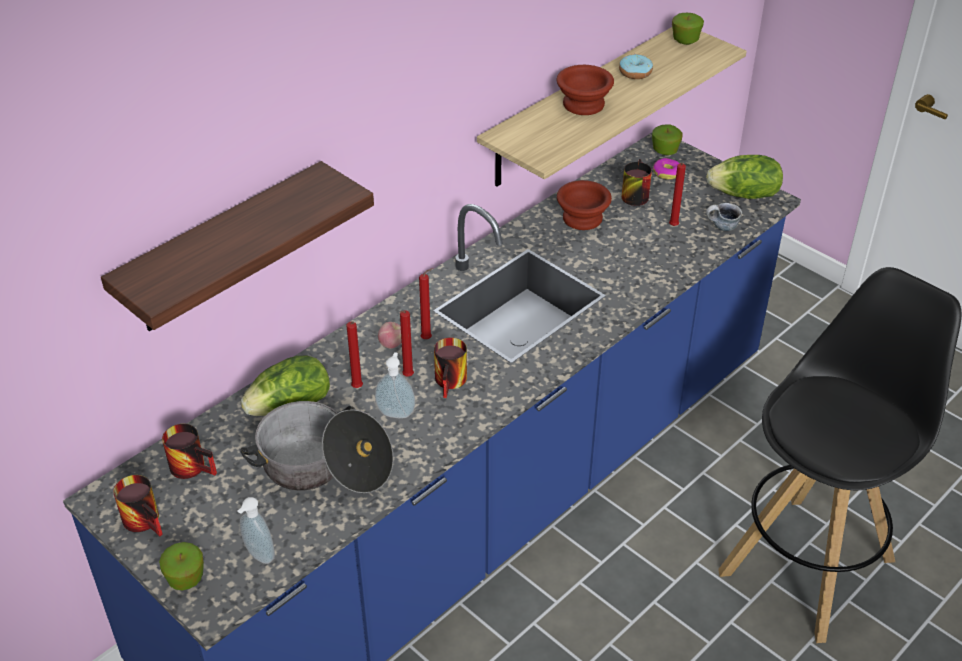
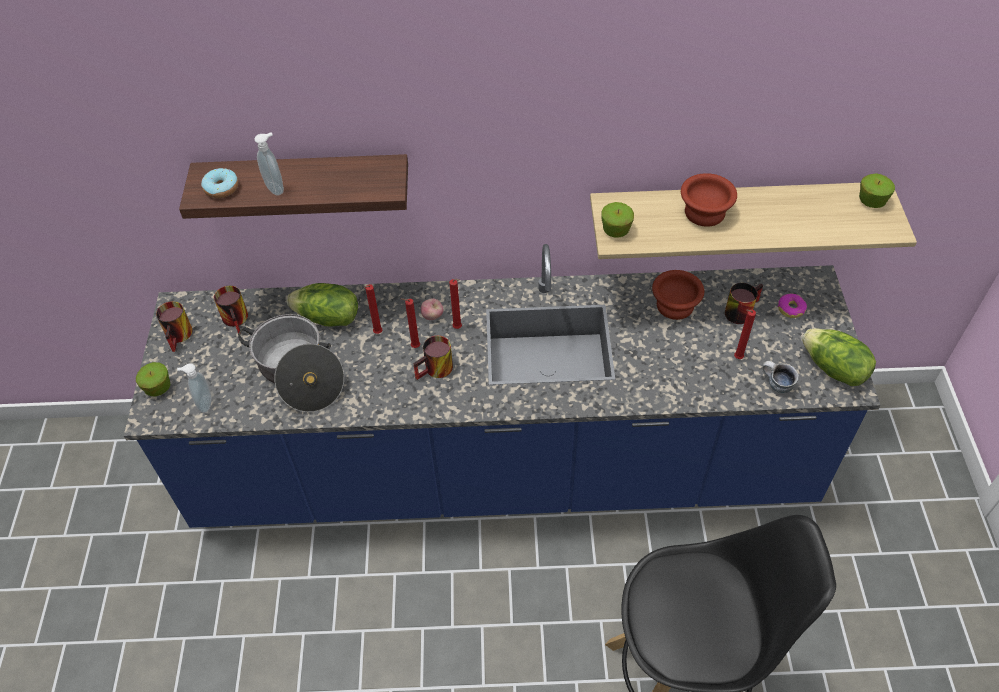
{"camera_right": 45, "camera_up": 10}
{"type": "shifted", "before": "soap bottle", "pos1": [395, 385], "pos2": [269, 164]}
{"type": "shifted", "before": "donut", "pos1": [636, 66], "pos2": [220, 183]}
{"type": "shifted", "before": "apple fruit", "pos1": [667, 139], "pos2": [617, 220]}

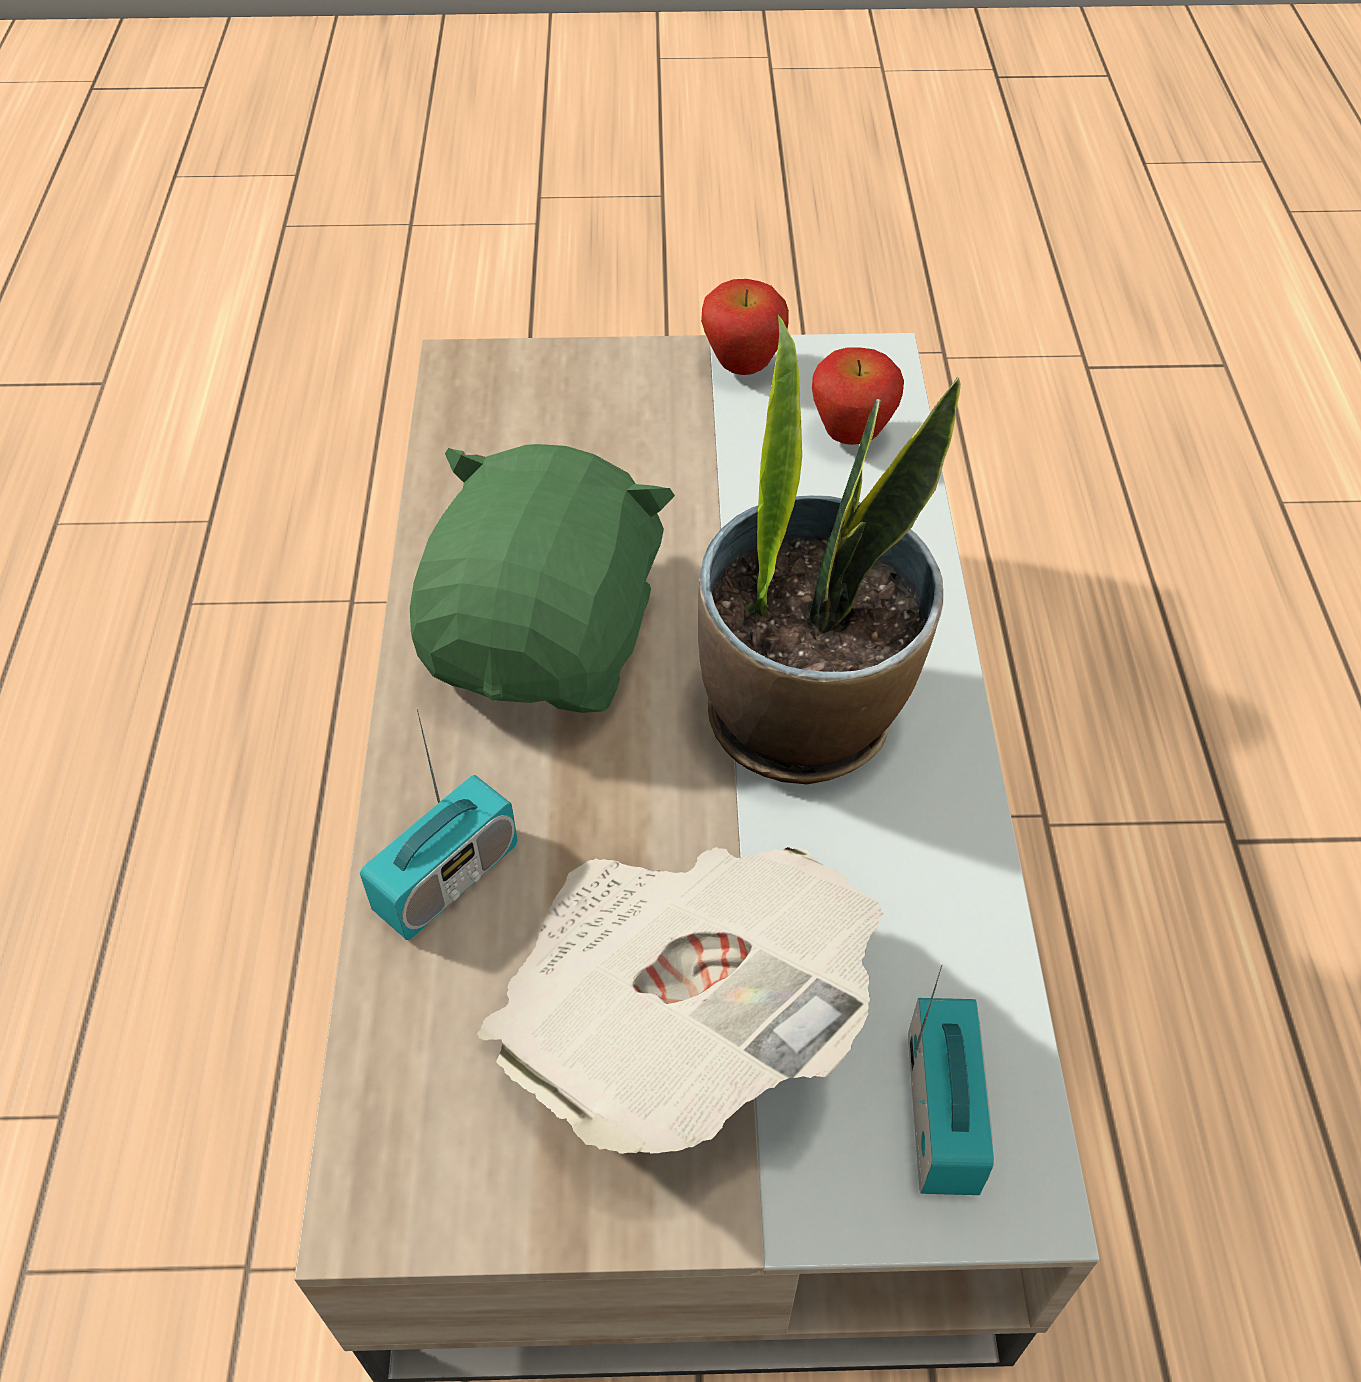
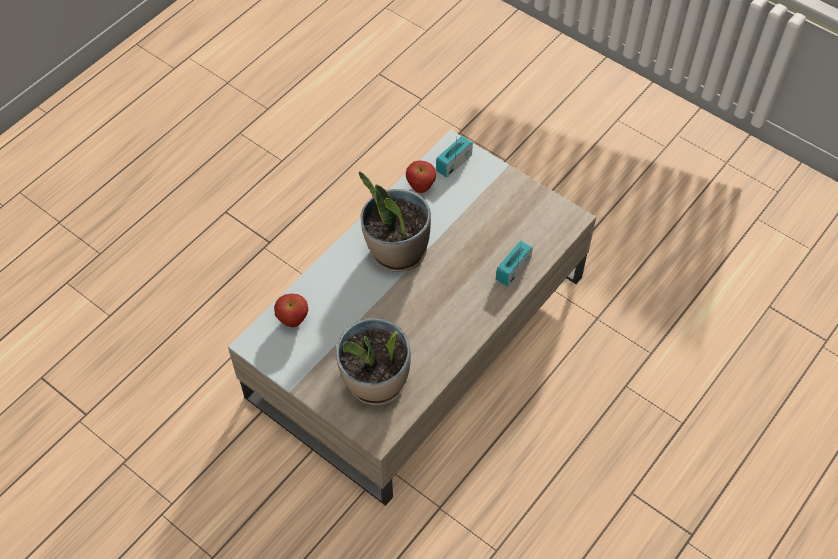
{"camera_right": -140, "camera_up": 5}
{"type": "rotated", "before": "radio", "pos1": [439, 824], "pos2": [514, 263], "turn": -45}
{"type": "gone", "before": "soft toy (green-coloured)", "pos1": [542, 578]}
{"type": "gone", "before": "newspaper", "pos1": [680, 1000]}
{"type": "shifted", "before": "apple fruit", "pos1": [745, 327], "pos2": [421, 176]}
{"type": "new", "after": "plant in a pot", "pos2": [373, 361]}

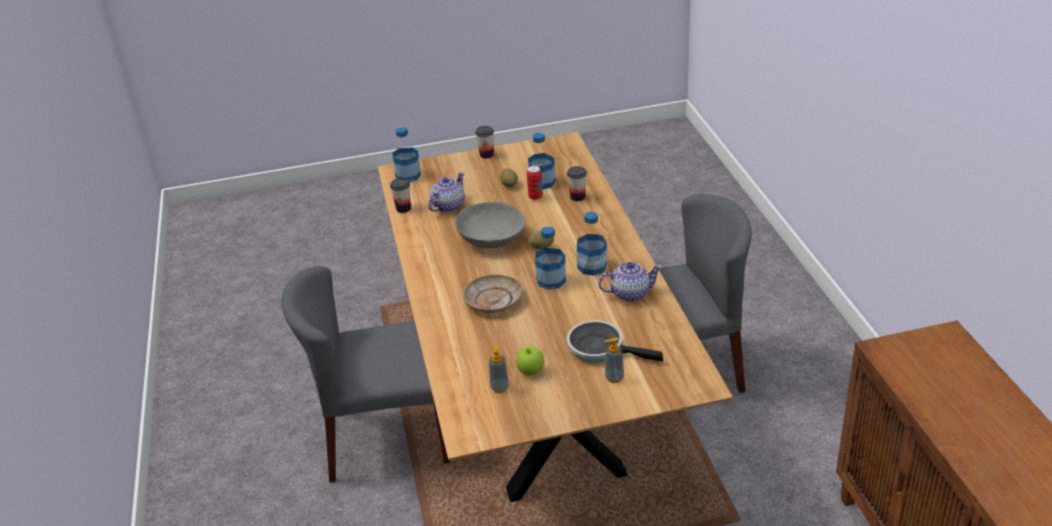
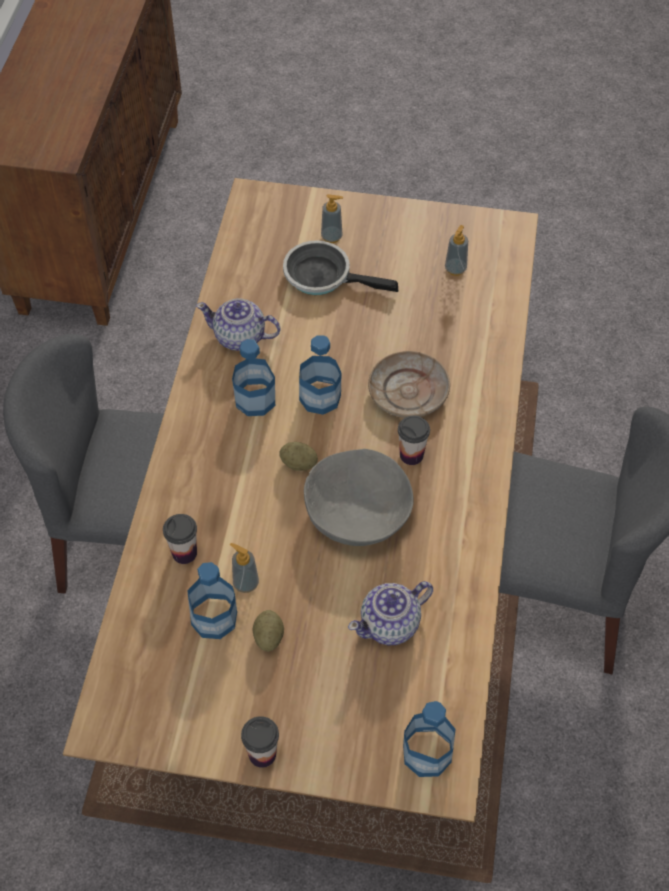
{"camera_right": -160, "camera_up": 20}
{"type": "shifted", "before": "cup", "pos1": [400, 195], "pos2": [414, 440]}
{"type": "gone", "before": "apple fruit", "pos1": [530, 361]}
{"type": "swapped", "before": "metal can", "after": "soap bottle", "pos1": [535, 183], "pos2": [244, 568]}
{"type": "rotated", "before": "frying pan", "pos1": [615, 341], "pos2": [340, 267], "turn": 150}

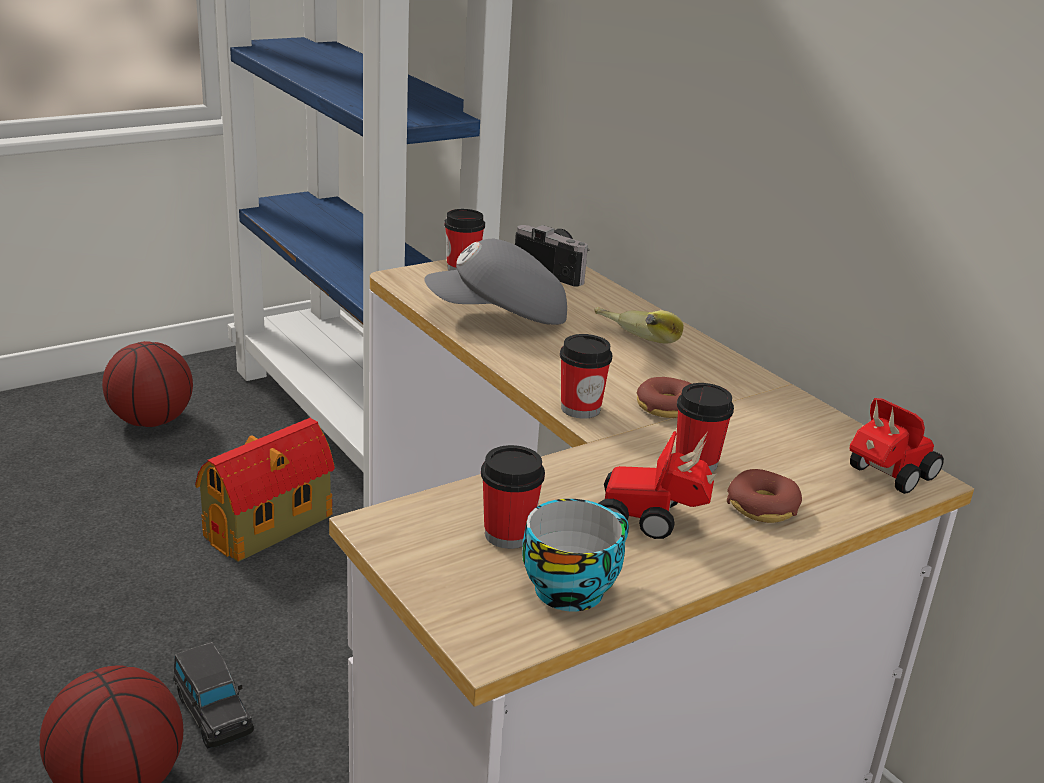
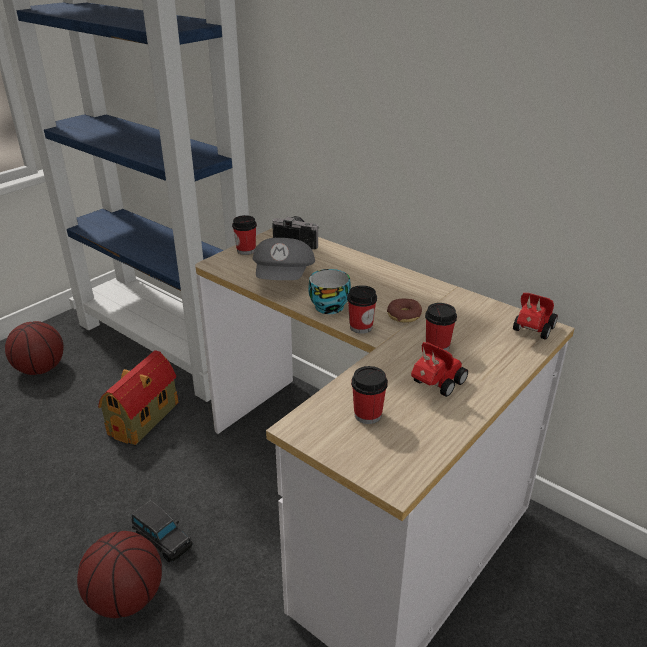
{"camera_right": -15, "camera_up": 5}
{"type": "rotated", "before": "peaked cap (gray)", "pos1": [496, 282], "pos2": [284, 259], "turn": -60}
{"type": "shifted", "before": "cup", "pos1": [575, 555], "pos2": [329, 291]}
{"type": "gone", "before": "whole banana", "pos1": [639, 325]}
{"type": "rotated", "before": "miniature car", "pos1": [658, 485], "pos2": [439, 369], "turn": 135}
{"type": "gone", "before": "donut", "pos1": [764, 496]}

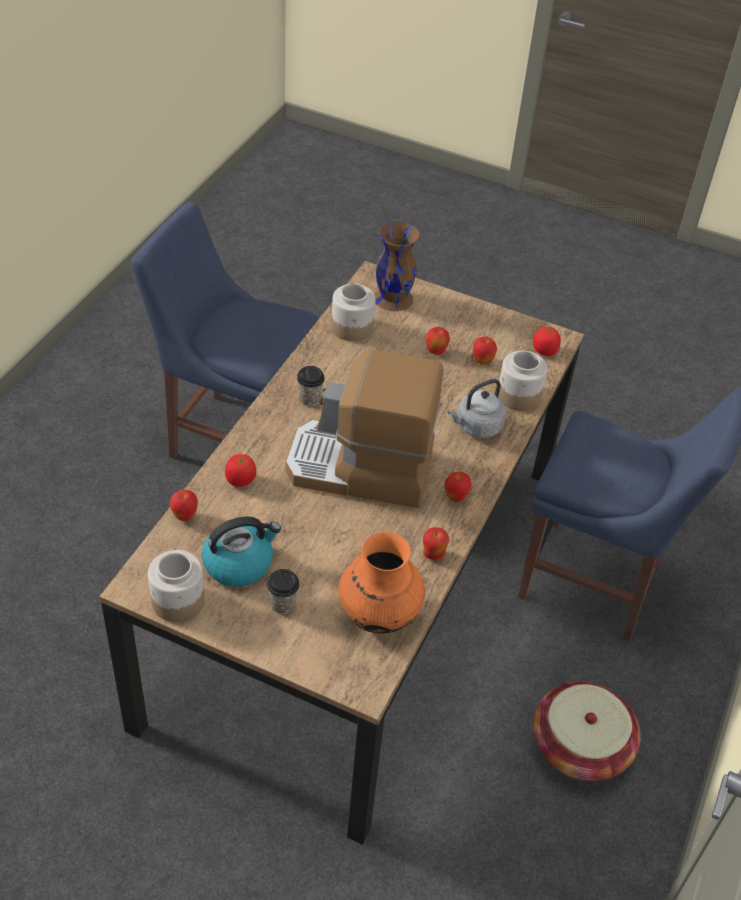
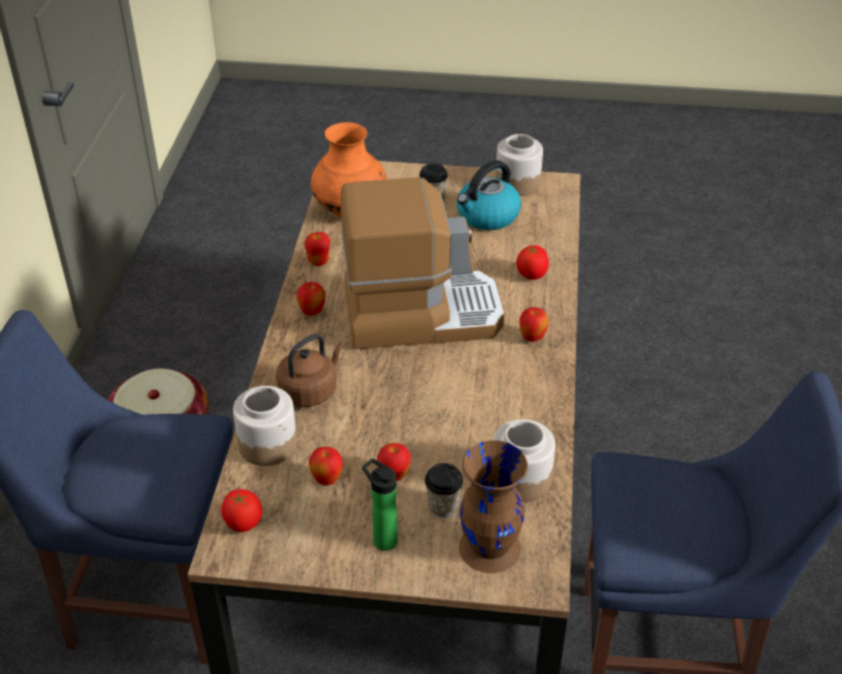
{"camera_right": 165, "camera_up": -5}
{"type": "shifted", "before": "apple fruit", "pos1": [184, 505], "pos2": [534, 324]}
{"type": "shifted", "before": "cup", "pos1": [311, 386], "pos2": [444, 490]}
{"type": "repainted", "before": "kettle (gray)", "after": "kettle (brown-coloured)", "pos1": [477, 408], "pos2": [310, 370]}
{"type": "new", "after": "bottle", "pos2": [380, 504]}

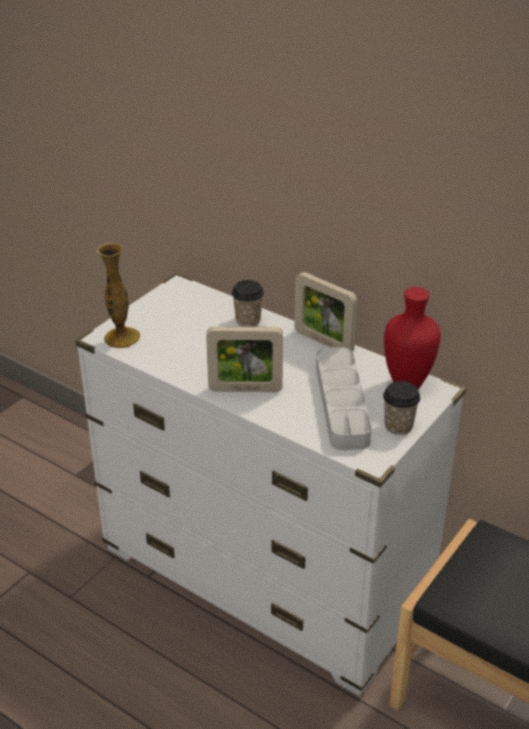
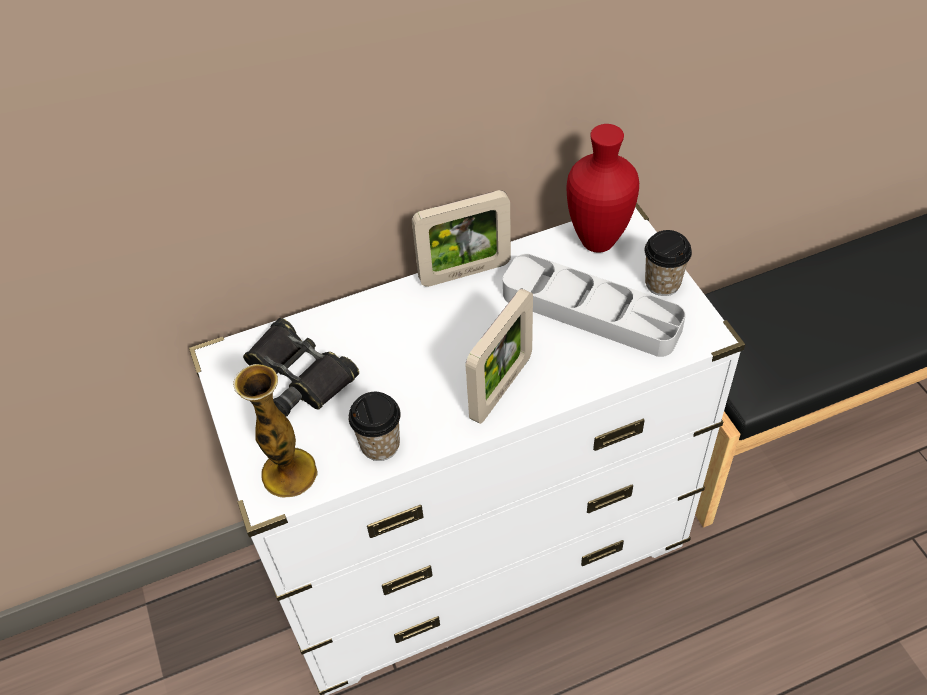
{"camera_right": -55, "camera_up": 15}
{"type": "shifted", "before": "cup", "pos1": [248, 303], "pos2": [374, 426]}
{"type": "new", "after": "pair of binoculars (blackish)", "pos2": [301, 367]}

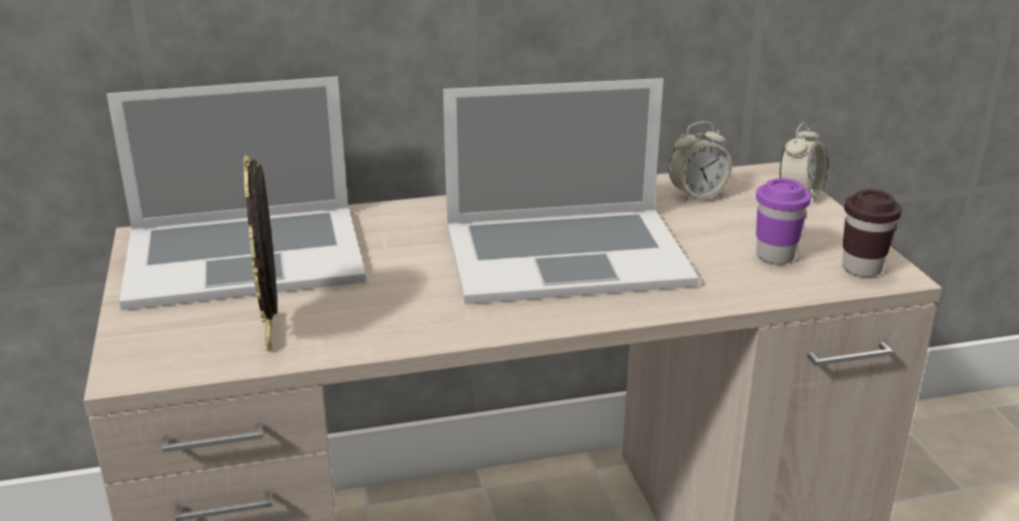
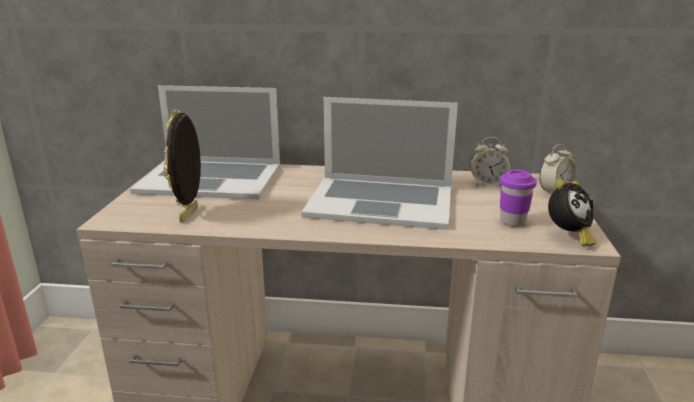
{"camera_right": 20, "camera_up": -5}
{"type": "swapped", "before": "cup (brown-coloured)", "after": "table clock", "pos1": [872, 233], "pos2": [572, 213]}

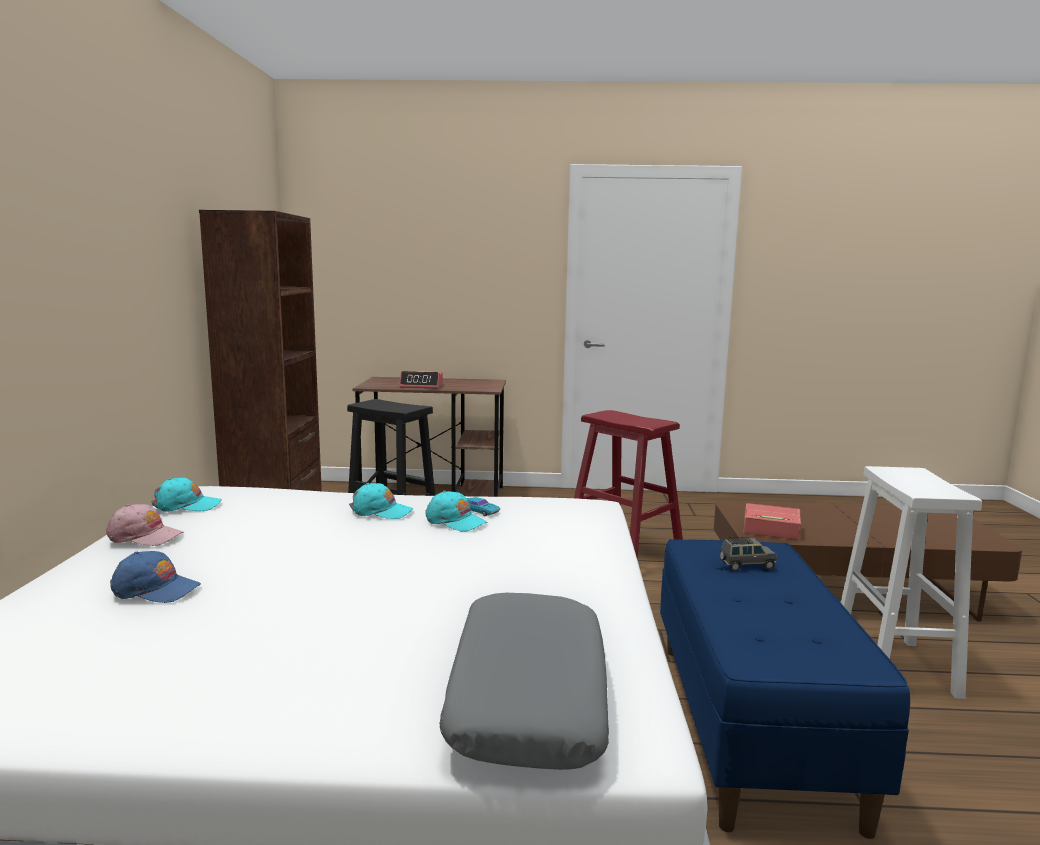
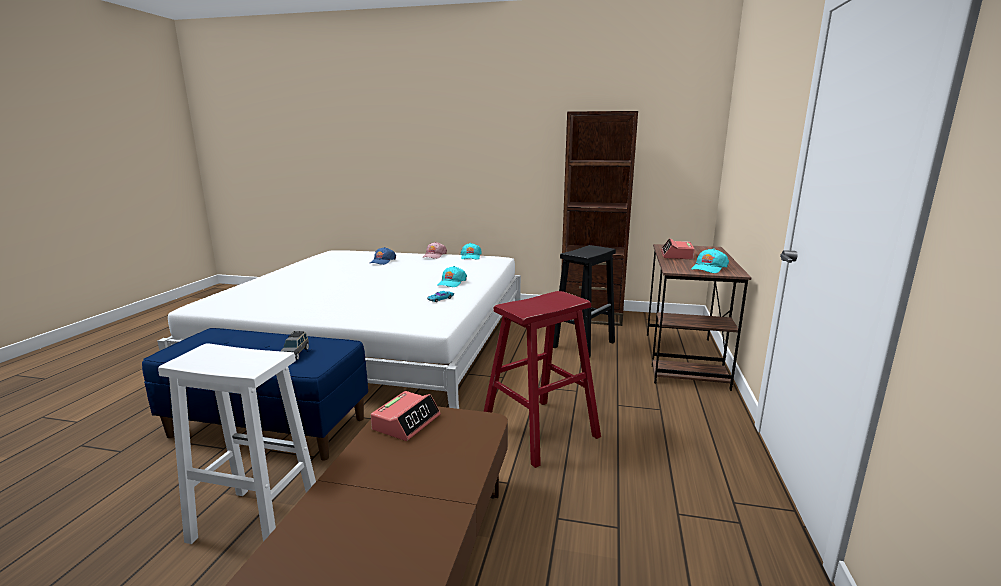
{"camera_right": 100, "camera_up": 5}
{"type": "shifted", "before": "peaked cap (turquoise)", "pos1": [456, 511], "pos2": [710, 260]}
{"type": "gone", "before": "pillow (gray)", "pos1": [524, 681]}

